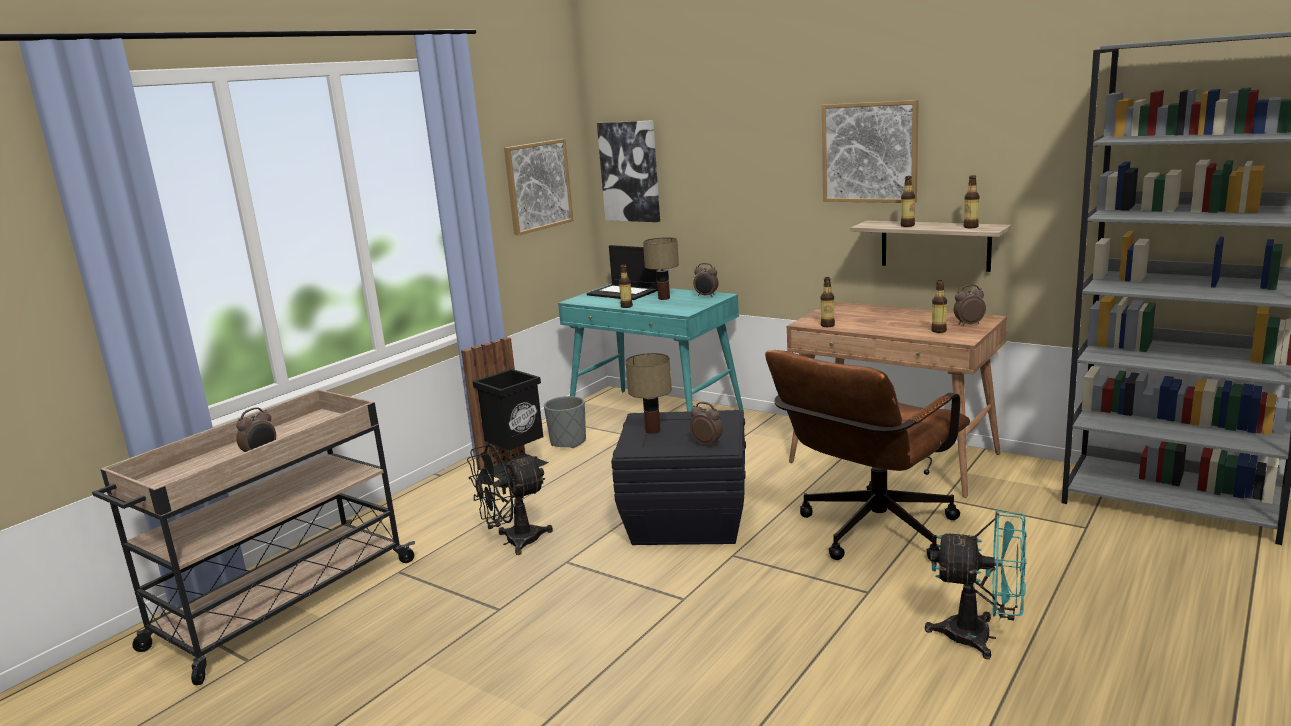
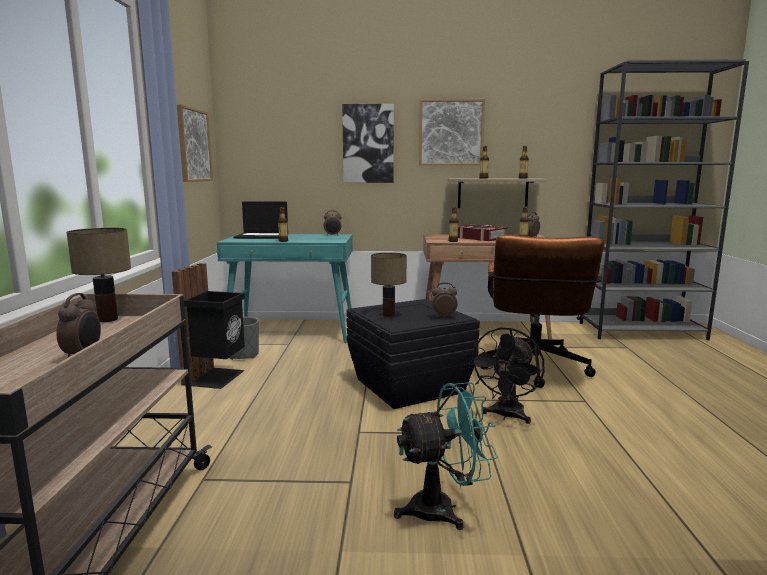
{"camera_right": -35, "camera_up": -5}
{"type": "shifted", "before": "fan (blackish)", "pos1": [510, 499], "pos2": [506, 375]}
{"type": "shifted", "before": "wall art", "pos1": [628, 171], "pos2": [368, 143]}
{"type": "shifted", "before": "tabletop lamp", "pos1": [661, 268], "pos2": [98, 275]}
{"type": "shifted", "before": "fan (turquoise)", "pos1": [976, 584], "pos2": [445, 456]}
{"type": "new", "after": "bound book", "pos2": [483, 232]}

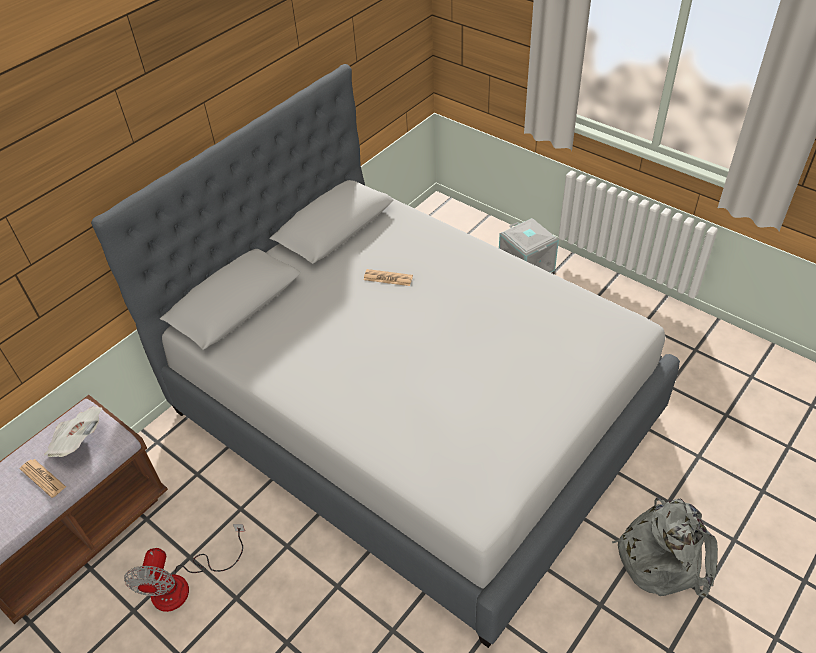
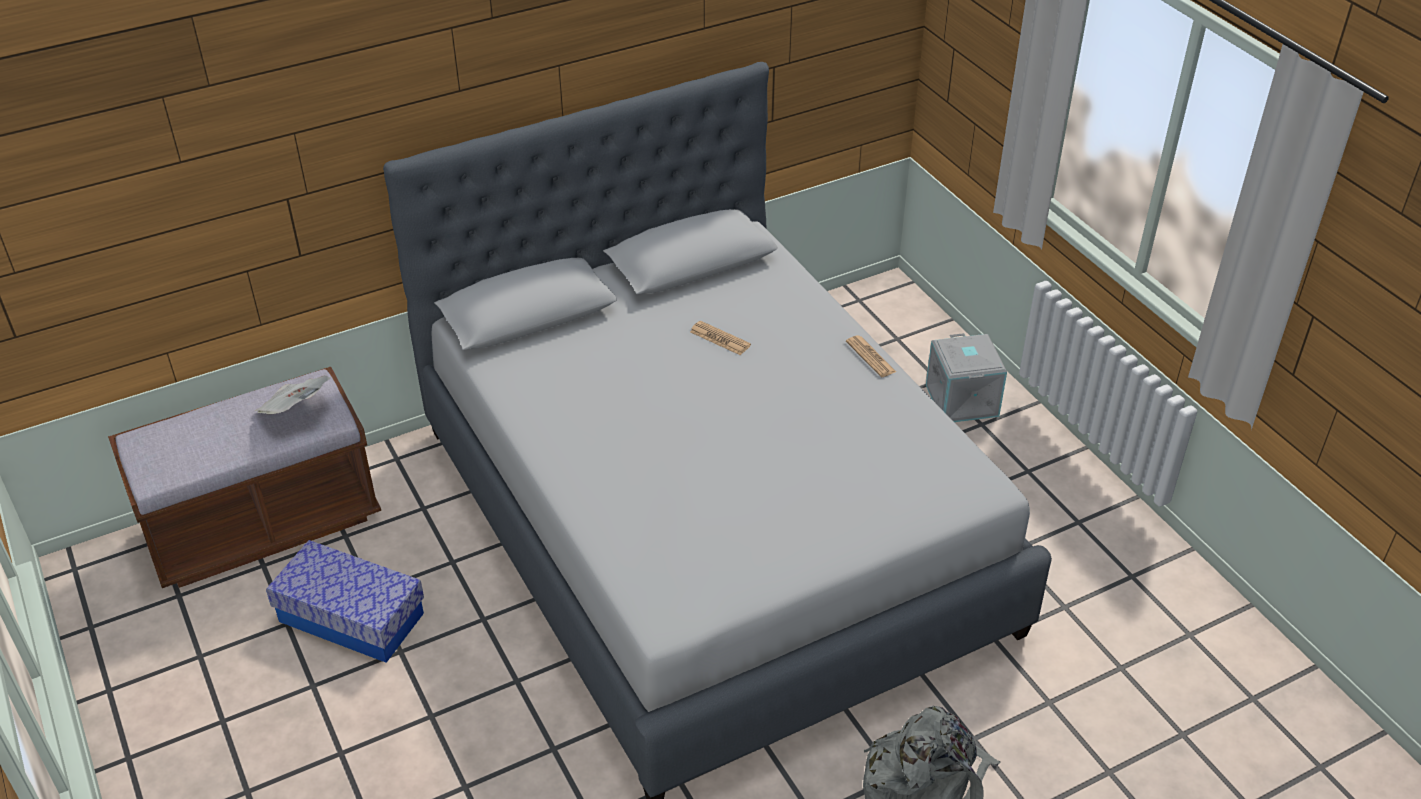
{"camera_right": 20, "camera_up": -5}
{"type": "shifted", "before": "newspaper", "pos1": [42, 478], "pos2": [871, 356]}
{"type": "swapped", "before": "fan", "after": "storage box", "pos1": [184, 568], "pos2": [345, 601]}

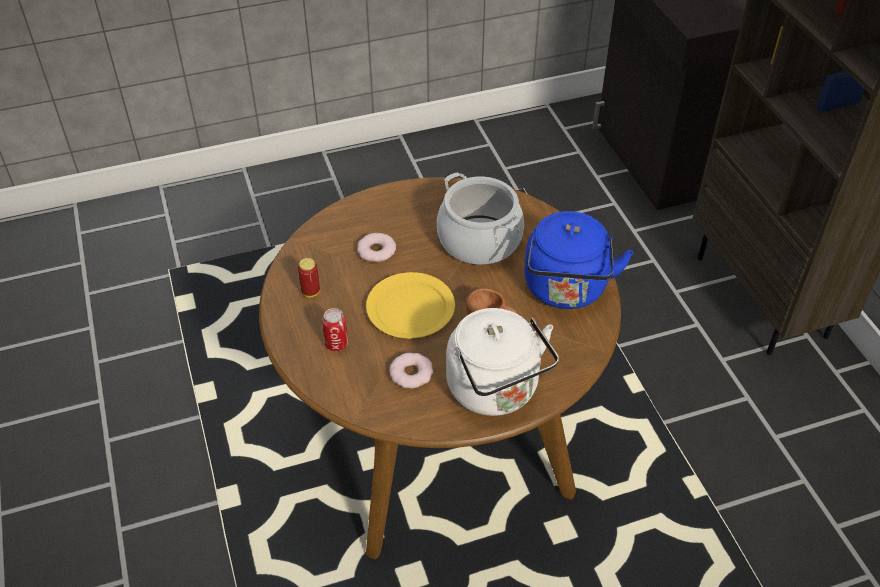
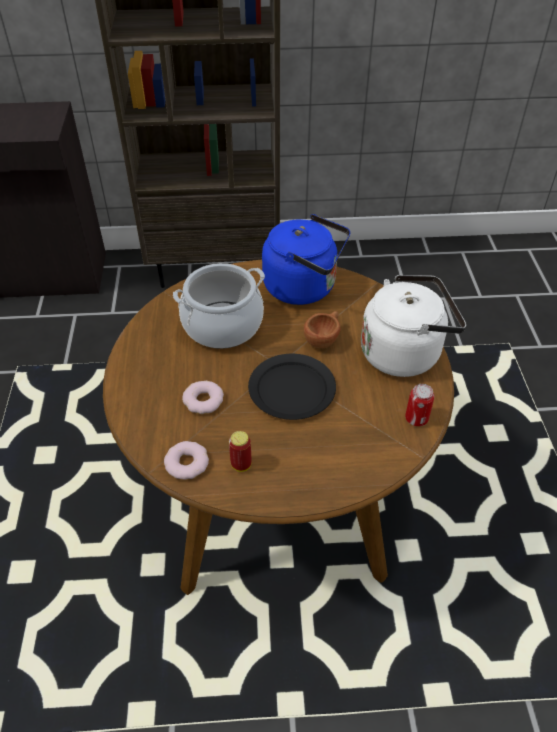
{"camera_right": -75, "camera_up": 0}
{"type": "shifted", "before": "metal can", "pos1": [335, 329], "pos2": [419, 405]}
{"type": "repainted", "before": "flat dish (yellow)", "after": "flat dish (blackish)", "pos1": [410, 305], "pos2": [292, 387]}
{"type": "shifted", "before": "donut", "pos1": [411, 371], "pos2": [186, 460]}

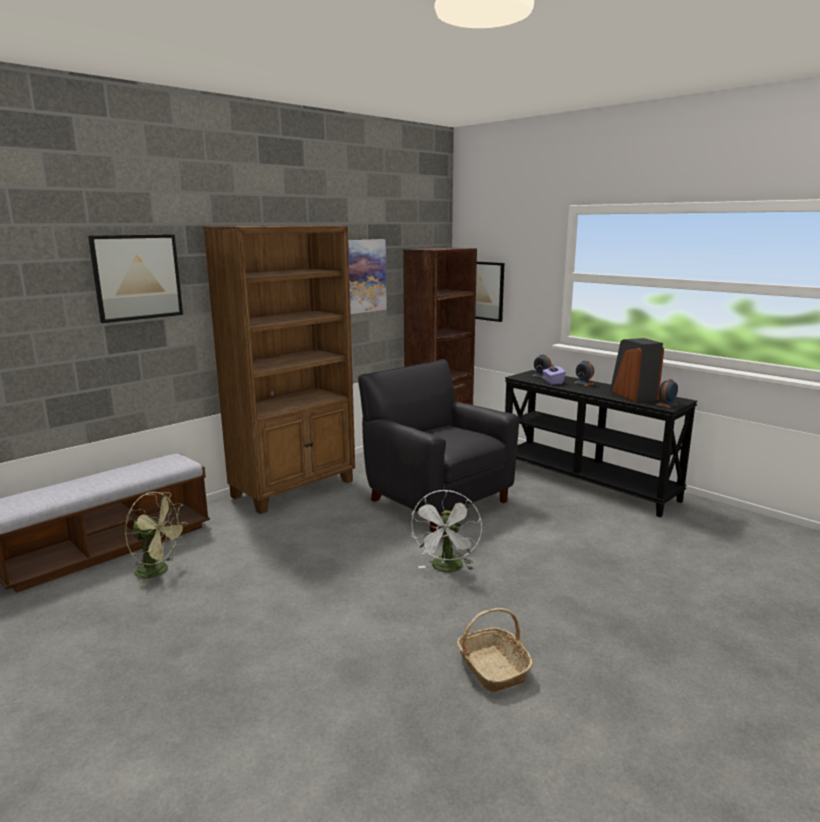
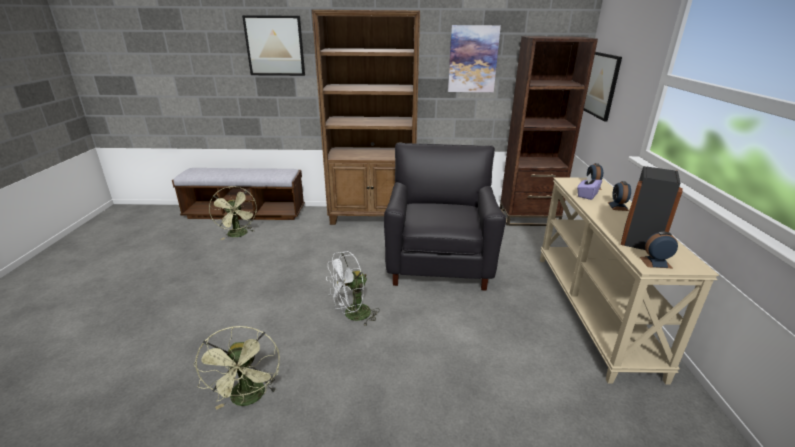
{"camera_right": 45, "camera_up": 10}
{"type": "swapped", "before": "basket", "after": "fan (green-coloured)", "pos1": [495, 650], "pos2": [237, 368]}
{"type": "repainted", "before": "narrow table (blackish)", "after": "narrow table (sand-coloured)", "pos1": [601, 443], "pos2": [629, 280]}

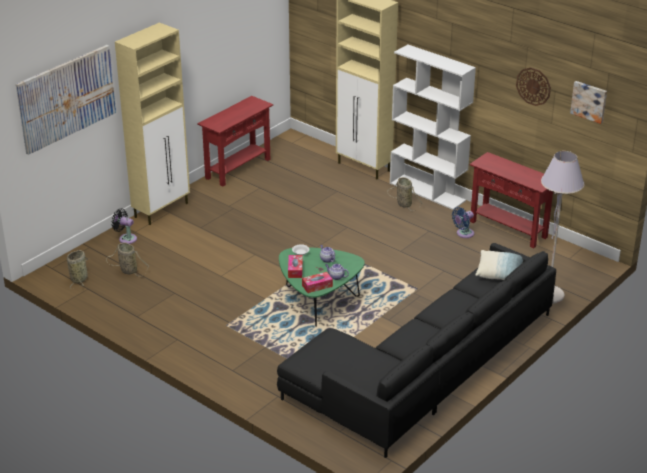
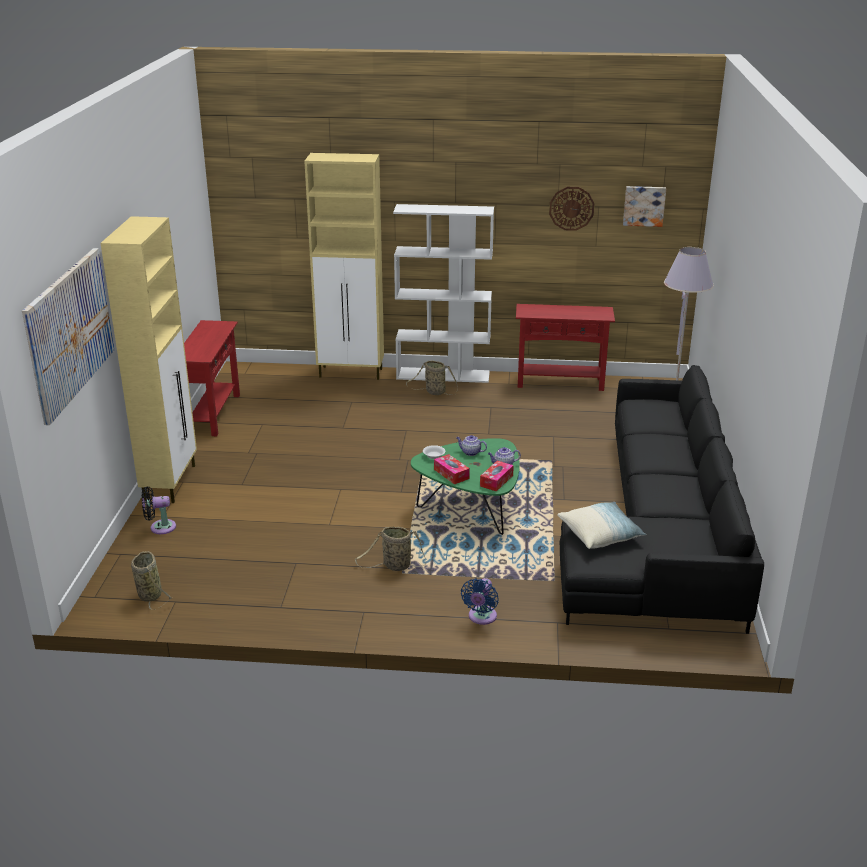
{"camera_right": -35, "camera_up": -5}
{"type": "shifted", "before": "basket", "pos1": [127, 259], "pos2": [390, 549]}
{"type": "shifted", "before": "fan (blue-coloured)", "pos1": [463, 222], "pos2": [480, 601]}
{"type": "shifted", "before": "pillow", "pos1": [499, 265], "pos2": [601, 525]}

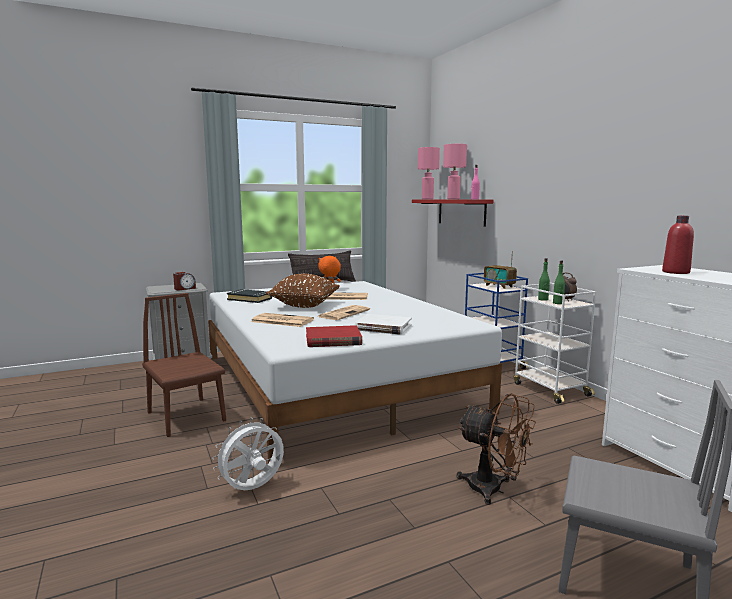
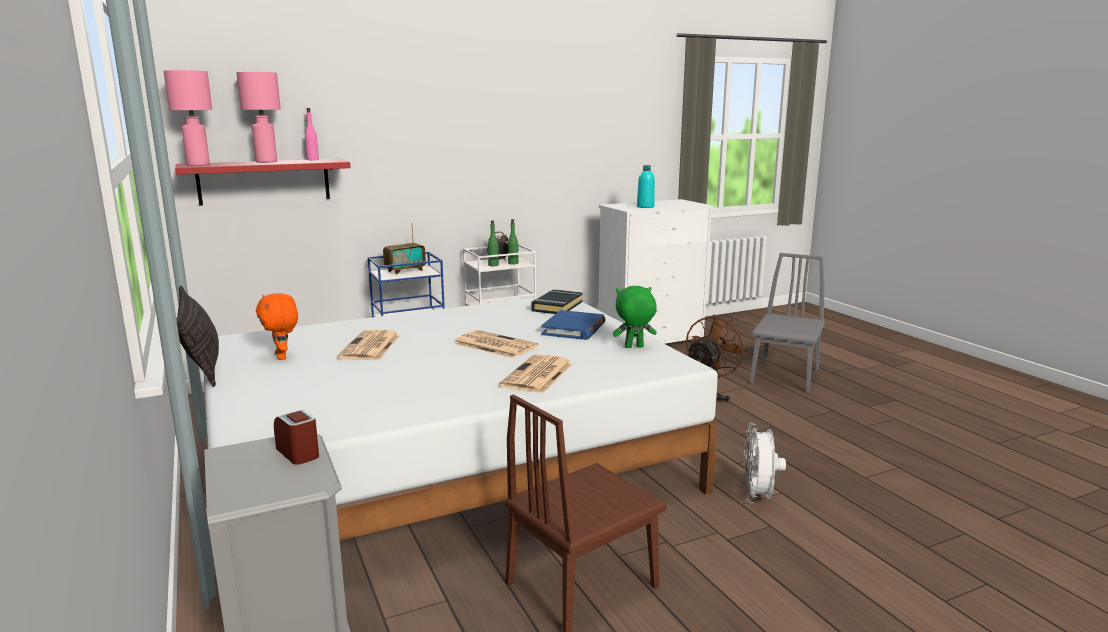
{"camera_right": -90, "camera_up": 5}
{"type": "rotated", "before": "fan (whitish)", "pos1": [248, 453], "pos2": [764, 463], "turn": 45}
{"type": "shifted", "before": "bound book (blackish)", "pos1": [249, 296], "pos2": [557, 301]}
{"type": "gone", "before": "pillow (brown-coloured)", "pos1": [303, 291]}
{"type": "swapped", "before": "bound book (red)", "after": "soft toy (green-coloured)", "pos1": [334, 336], "pos2": [635, 317]}
{"type": "repainted", "before": "bound book (whitish)", "after": "bound book (blue-coloured)", "pos1": [383, 324], "pos2": [573, 325]}
{"type": "repainted", "before": "bottle (red)", "after": "bottle (turquoise)", "pos1": [678, 245], "pos2": [646, 186]}

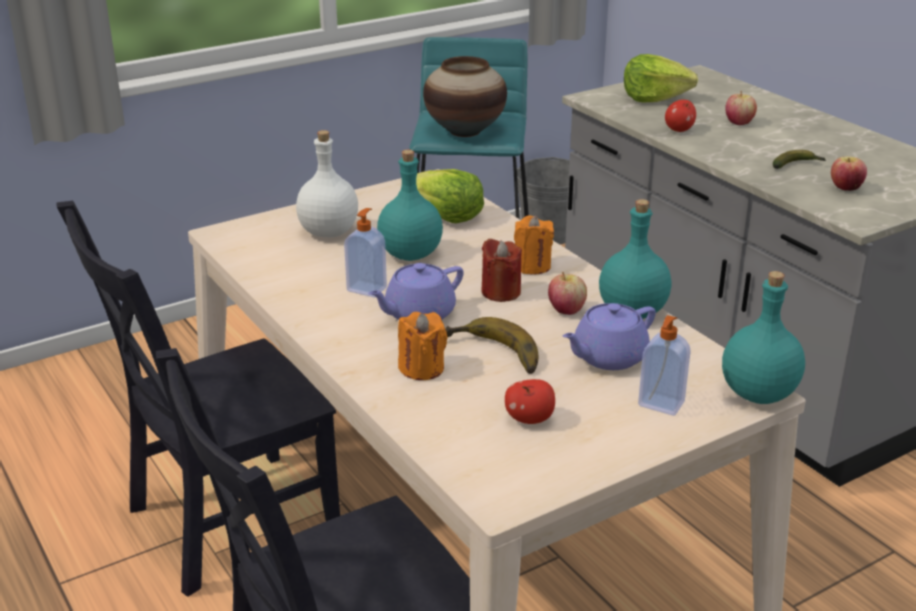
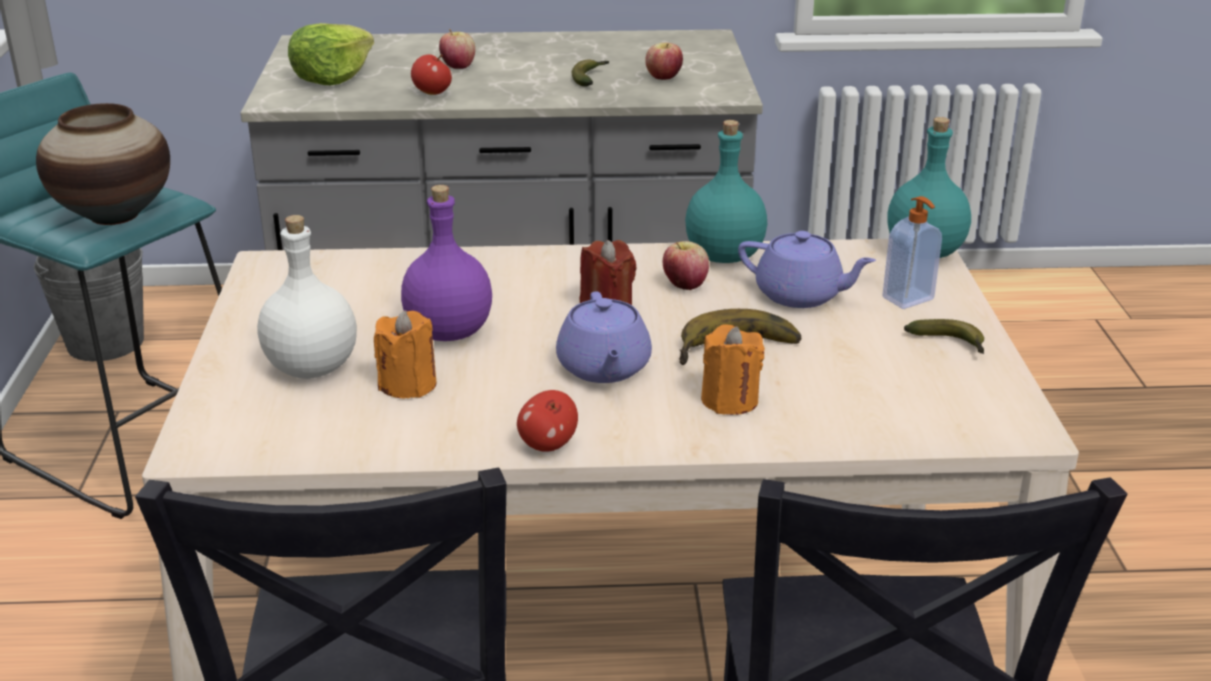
{"camera_right": -60, "camera_up": 0}
{"type": "gone", "before": "soap bottle", "pos1": [365, 252]}
{"type": "repainted", "before": "bottle (turquoise)", "after": "bottle (purple-coloured)", "pos1": [410, 205], "pos2": [446, 263]}
{"type": "gone", "before": "lettuce", "pos1": [450, 196]}
{"type": "shifted", "before": "apple fruit", "pos1": [530, 401], "pos2": [547, 421]}
{"type": "shifted", "before": "candle (orangey)", "pos1": [534, 245], "pos2": [405, 354]}
{"type": "rotated", "before": "pot for tea (purple-coloured)", "pos1": [609, 336], "pos2": [807, 269], "turn": -60}
{"type": "new", "after": "whole banana", "pos2": [944, 336]}

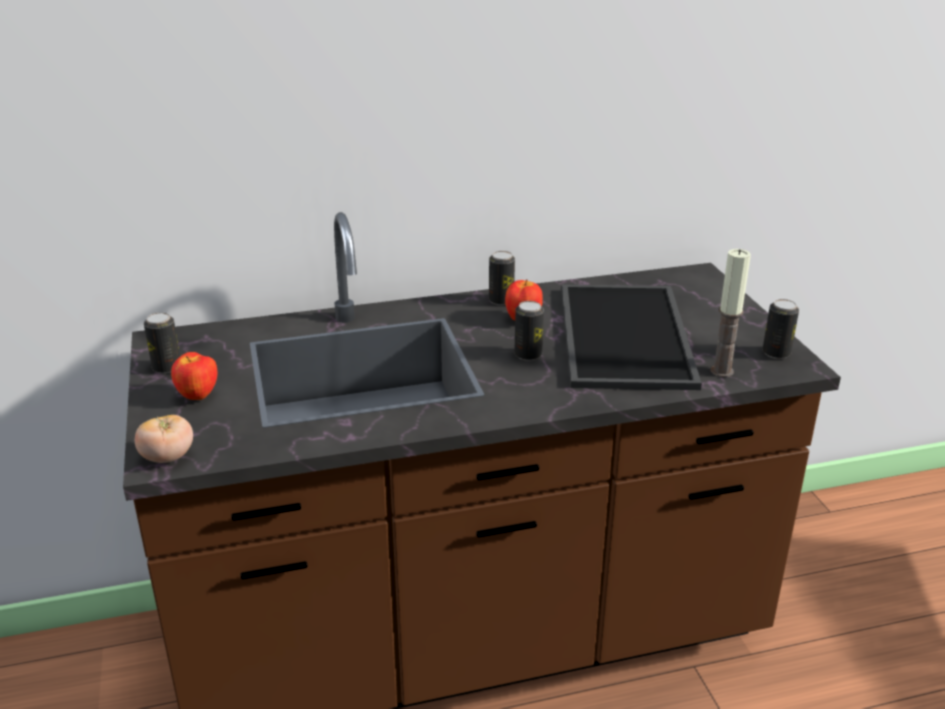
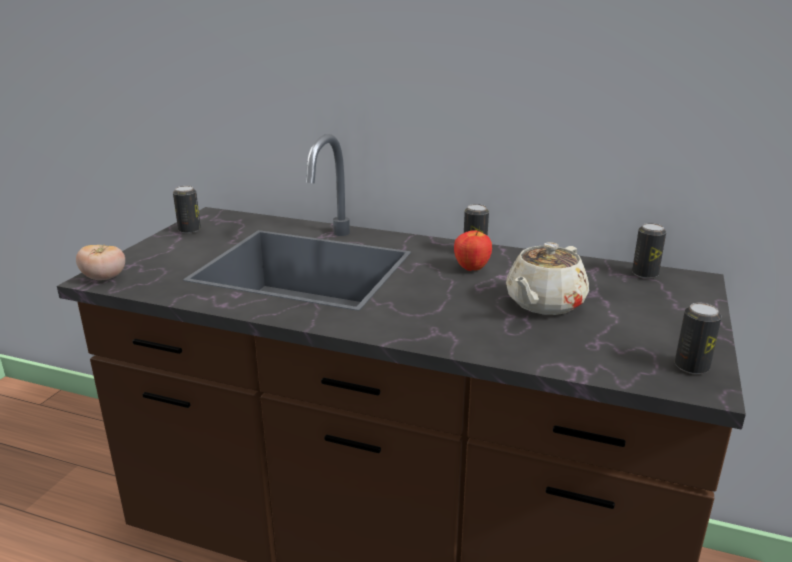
{"camera_right": 35, "camera_up": -5}
{"type": "gone", "before": "apple fruit", "pos1": [194, 376]}
{"type": "shifted", "before": "metal can", "pos1": [529, 331], "pos2": [649, 251]}
{"type": "swapped", "before": "serving tray", "after": "pot for tea (sand-coloured)", "pos1": [631, 337], "pos2": [547, 278]}
{"type": "gone", "before": "candle", "pos1": [731, 313]}

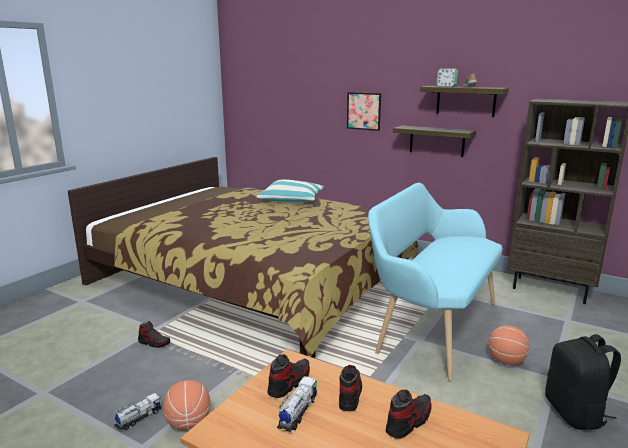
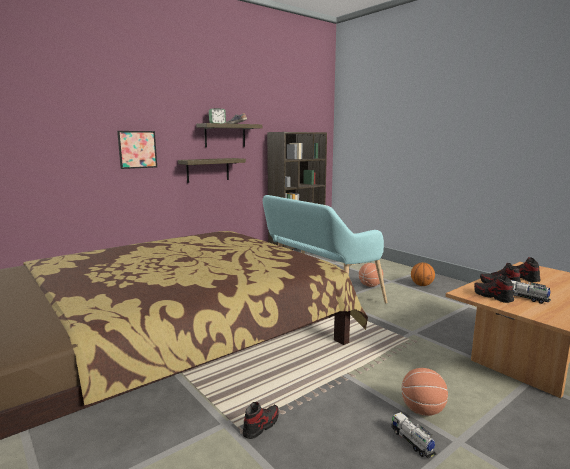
{"camera_right": -70, "camera_up": -5}
{"type": "gone", "before": "pillow", "pos1": [291, 191]}
{"type": "swapped", "before": "knapsack (blackish)", "after": "basketball ball", "pos1": [583, 382], "pos2": [423, 274]}

